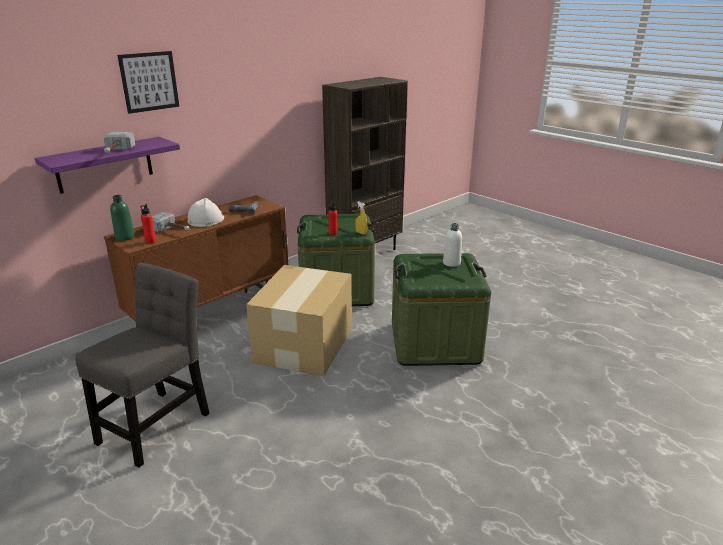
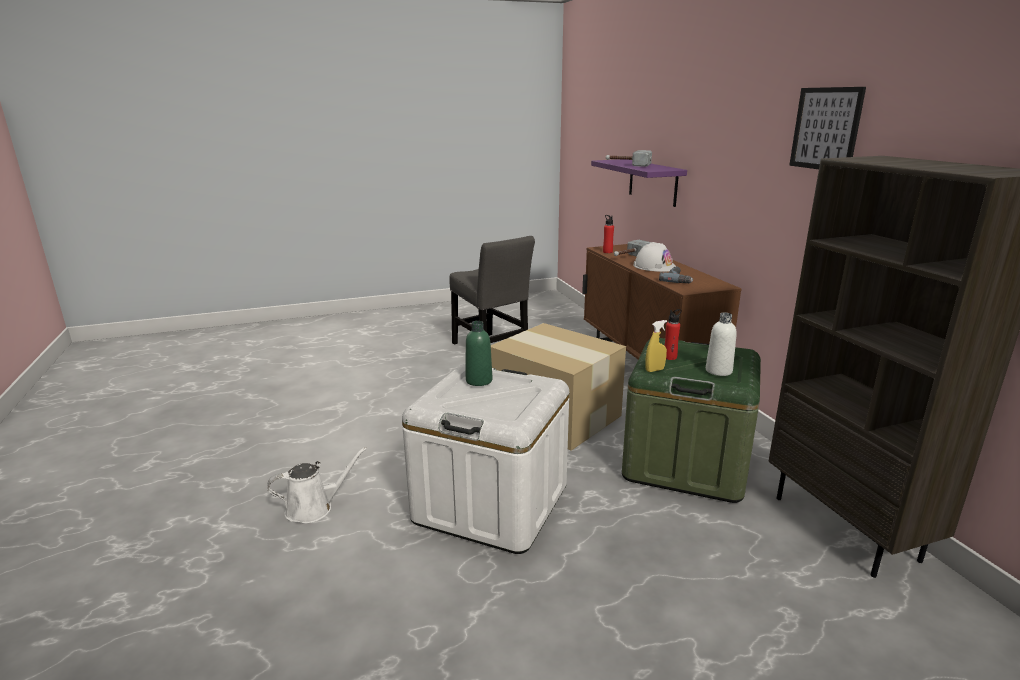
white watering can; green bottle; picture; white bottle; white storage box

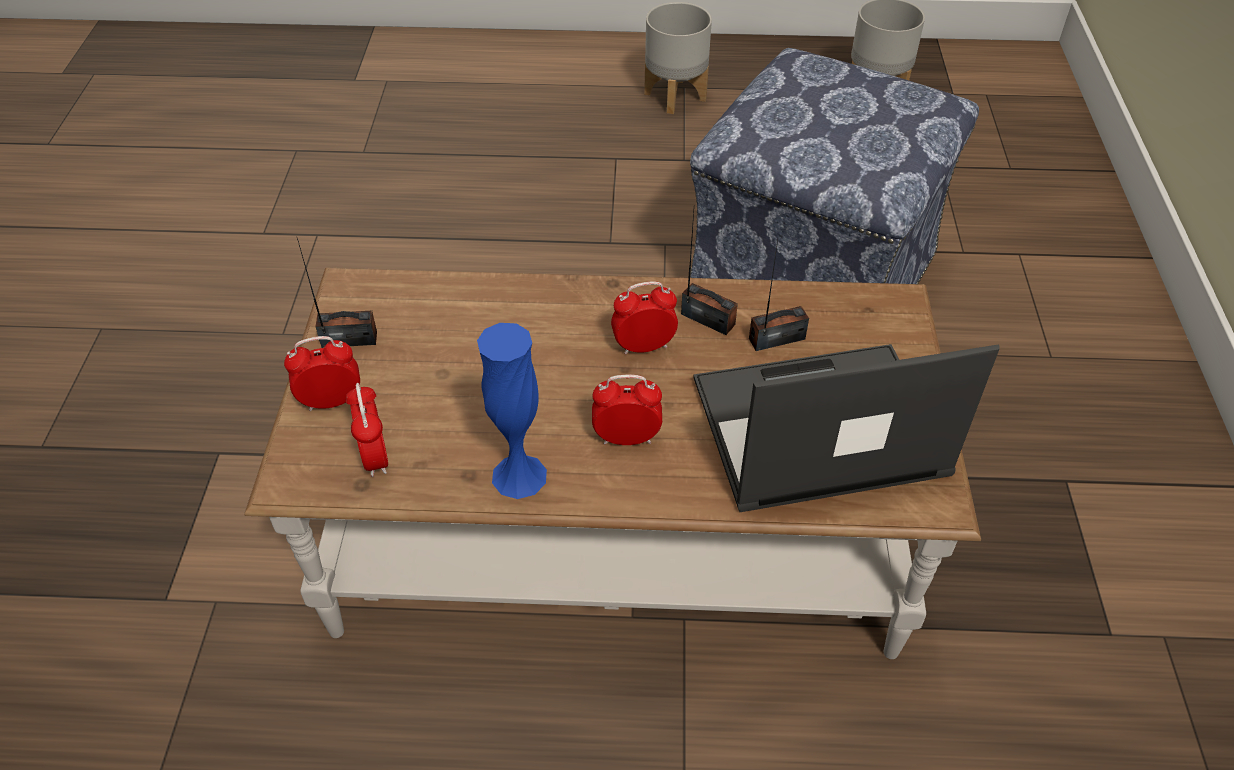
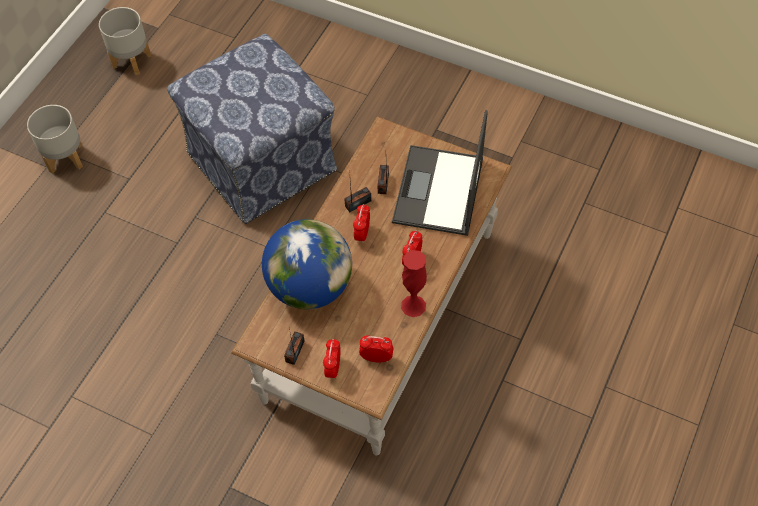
globe; red vase

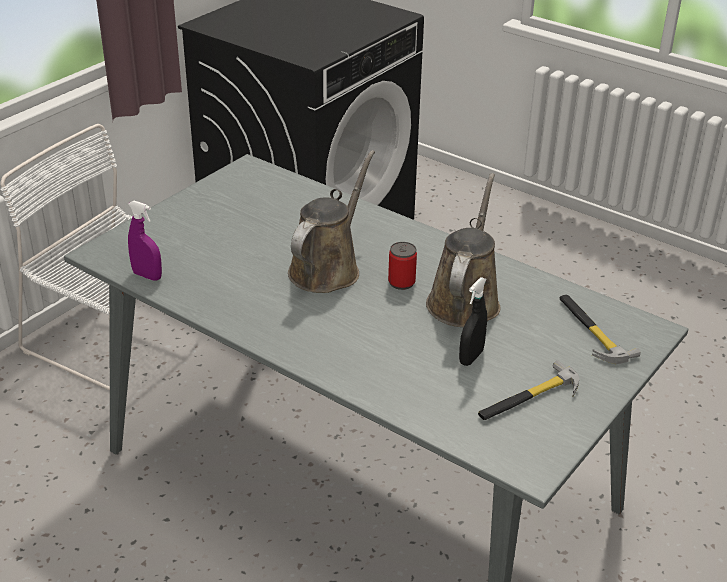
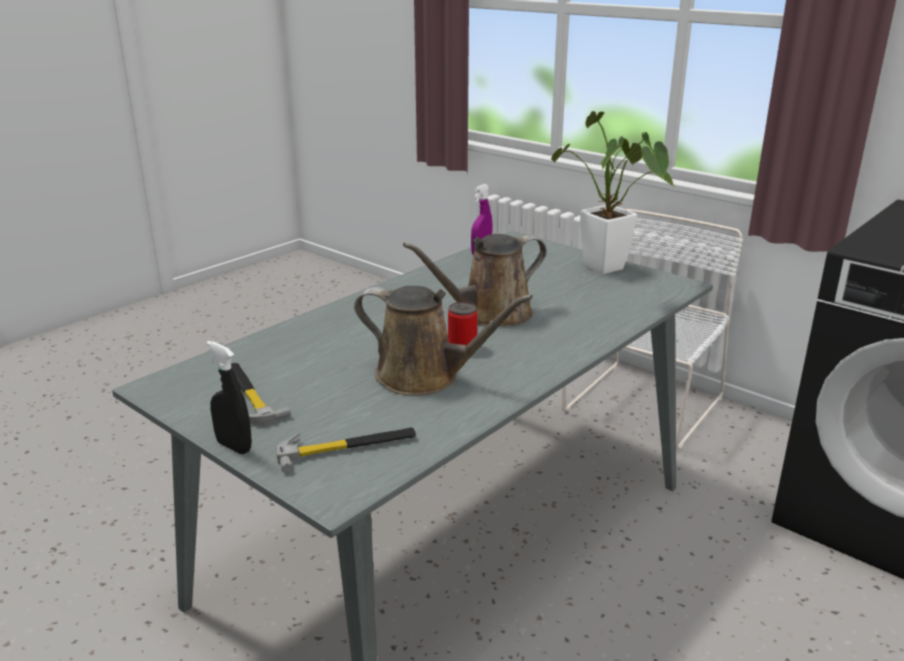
potted plant; black spray bottle; brown watering can (no. 2 from left)

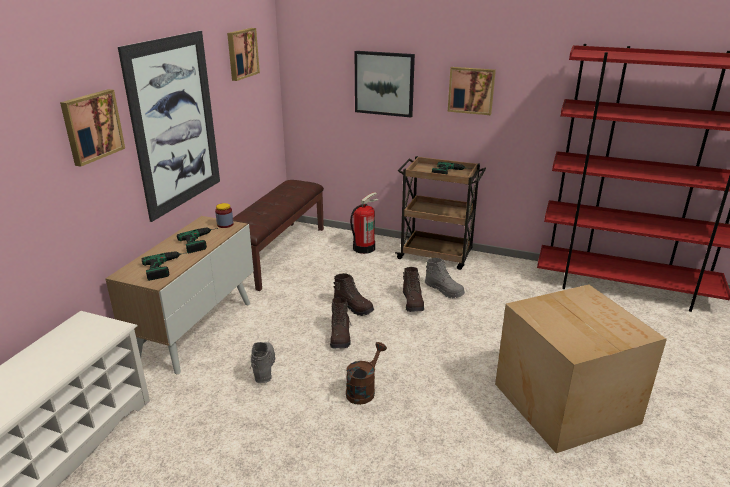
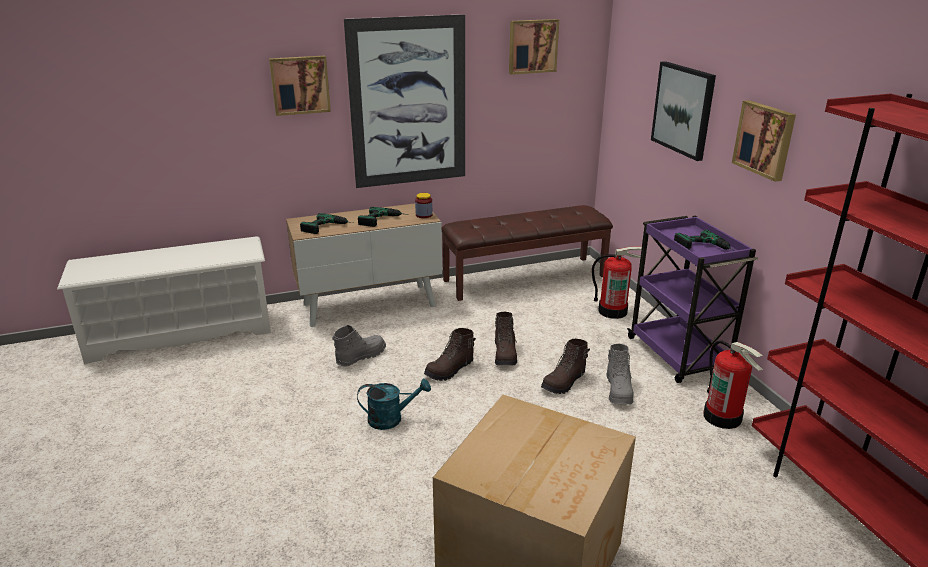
fire extinguisher (no. 2 from left); turquoise watering can; purple cart

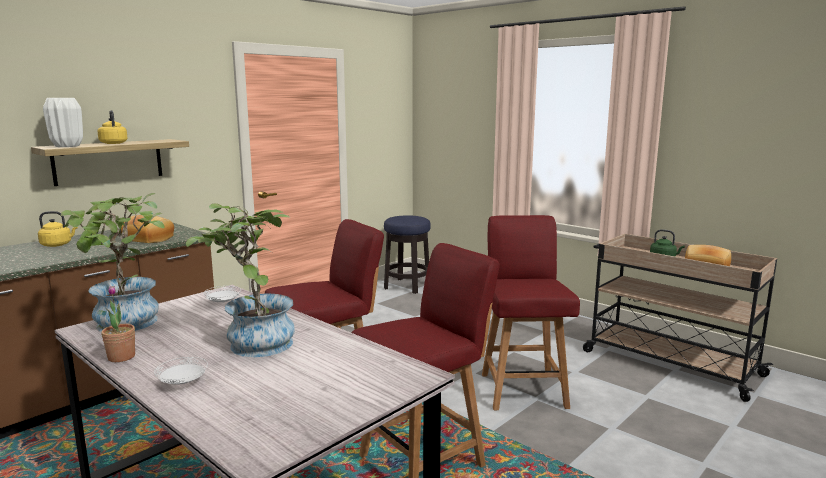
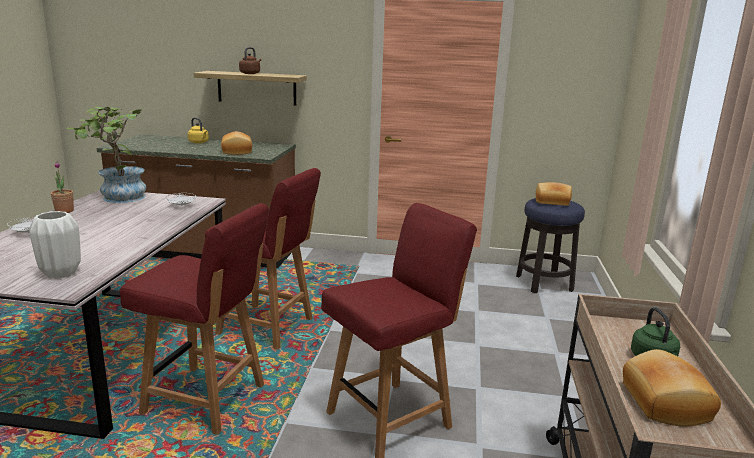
potted plant (no. 3 from left in the first image); bread (no. 2 from left); white vase; brown kettle

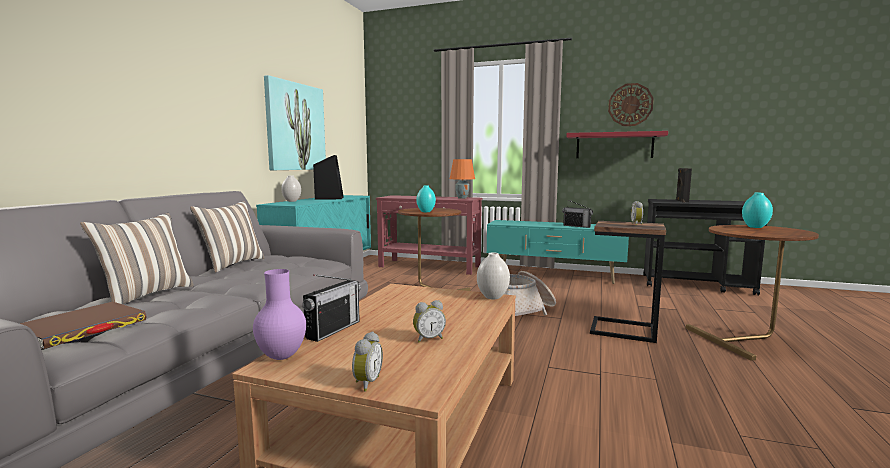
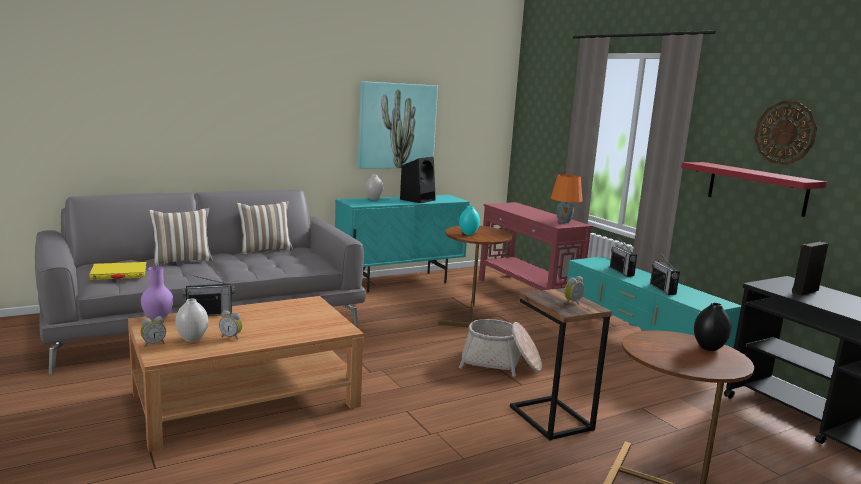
radio (no. 2 from left); white vase (no. 1 from left); yellow book; black vase

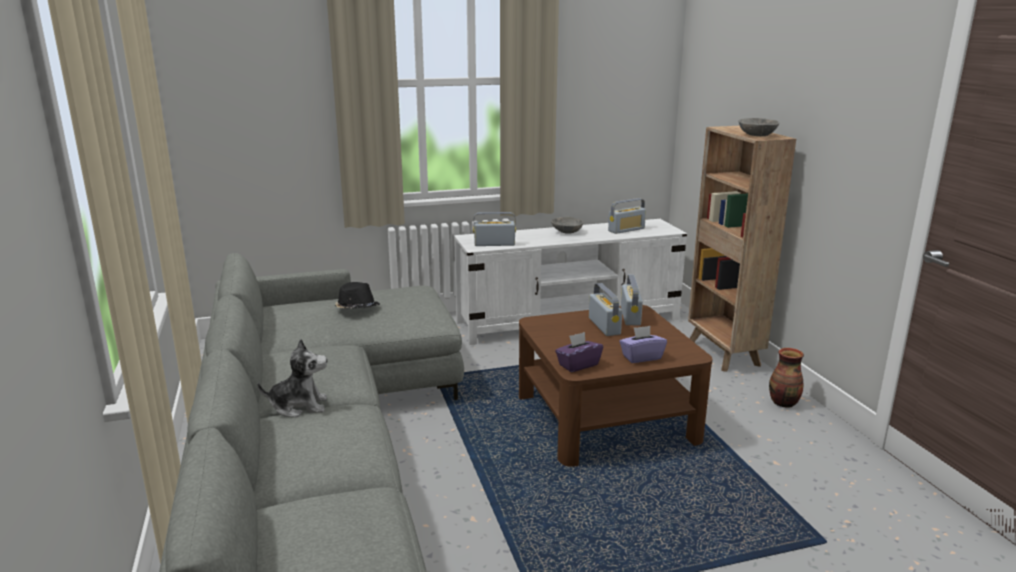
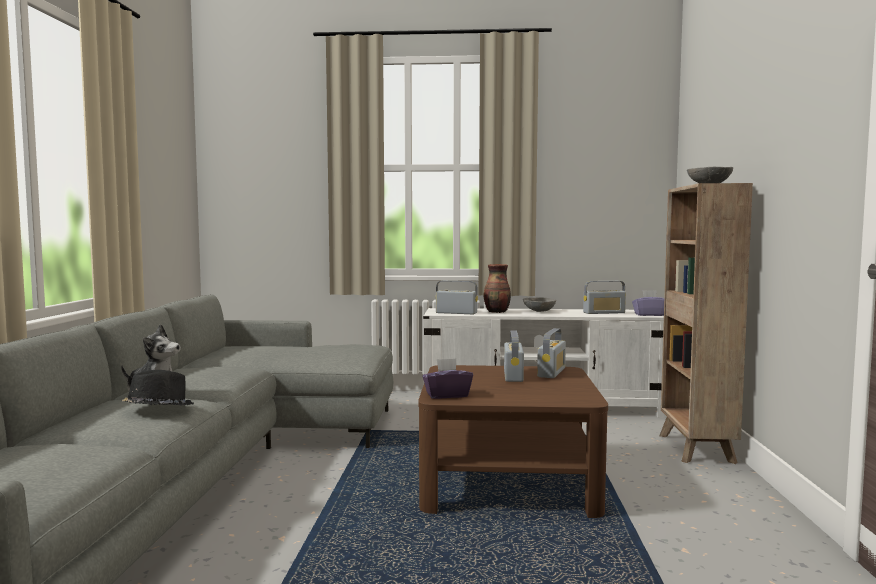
black hat; purple tissue box (no. 2 from left); vase

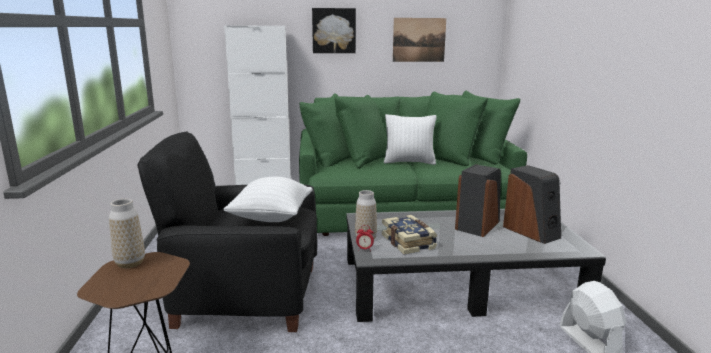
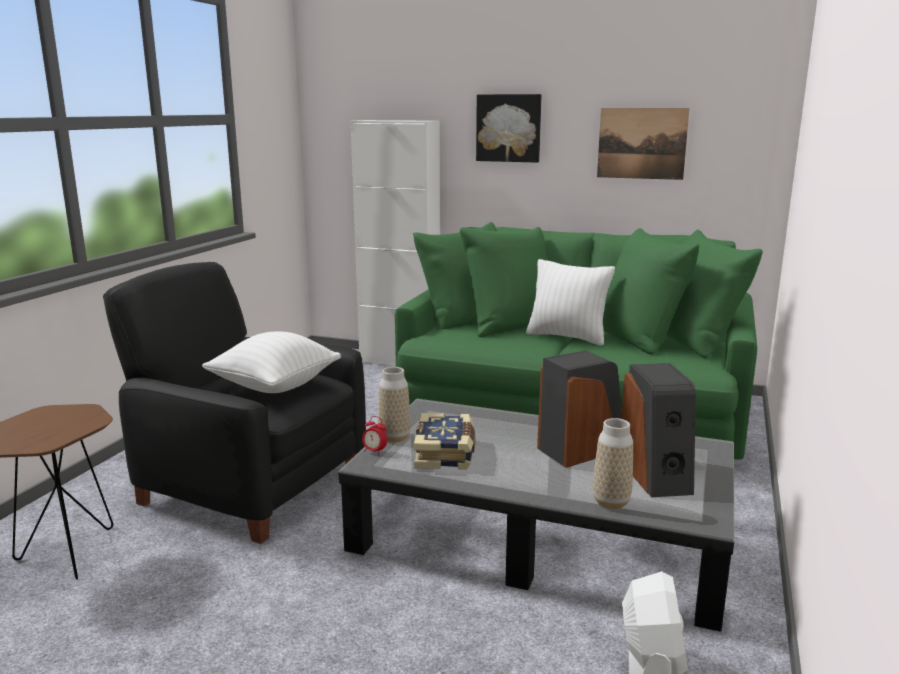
vase (no. 2 from left)

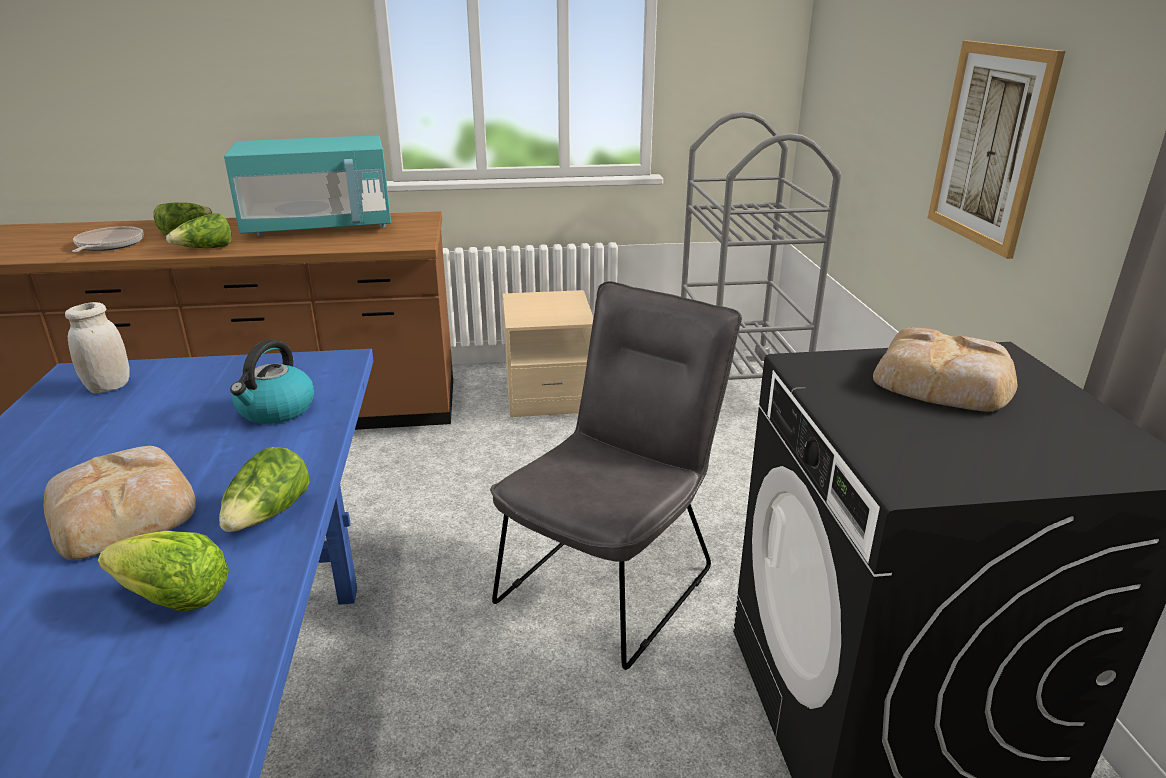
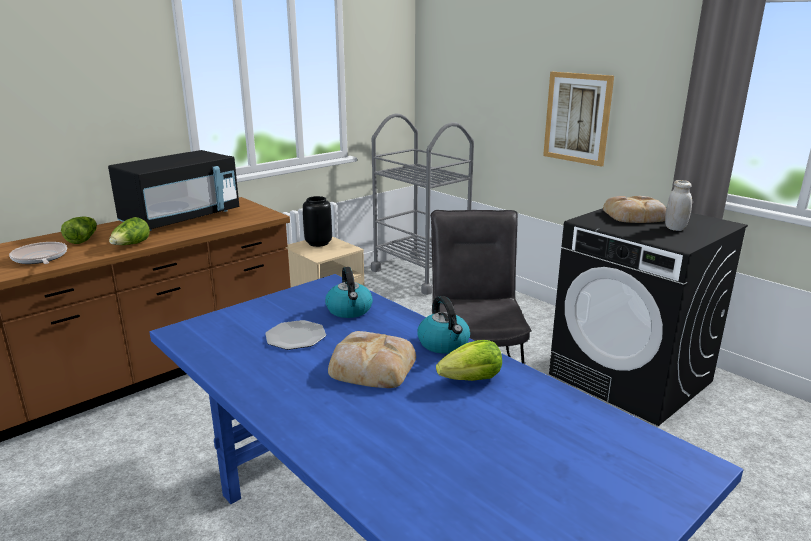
plate; black vase; white jar; kettle (no. 2 from left); black microwave

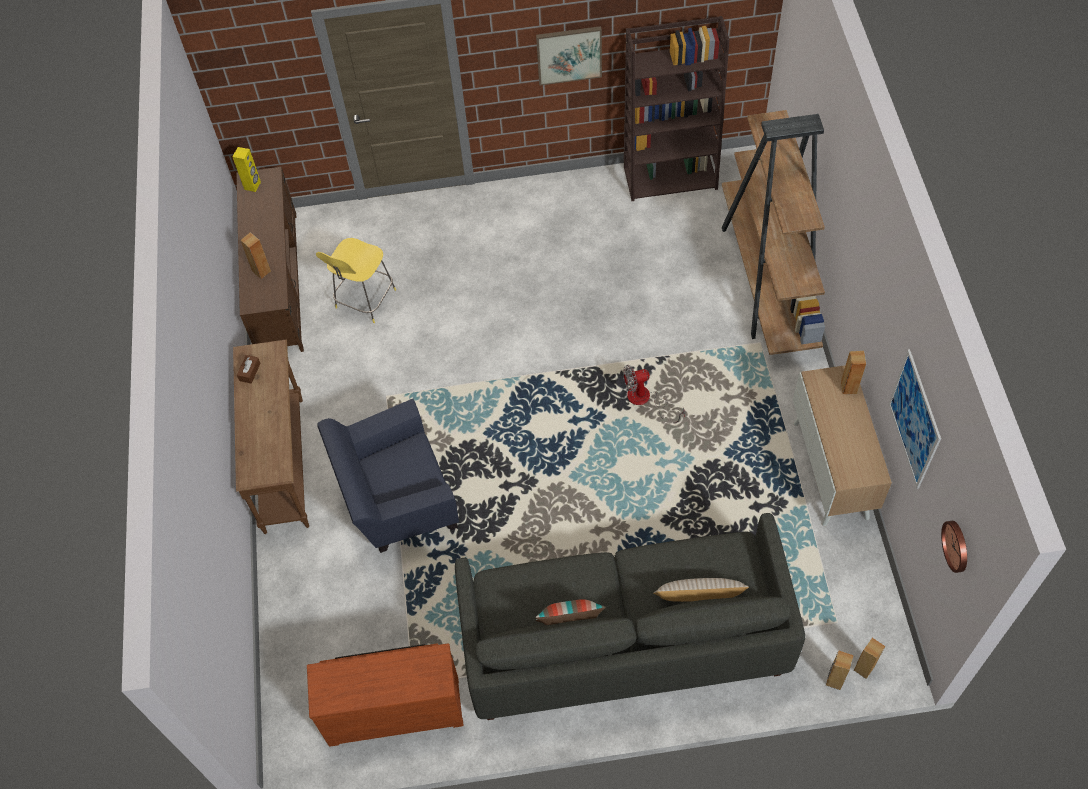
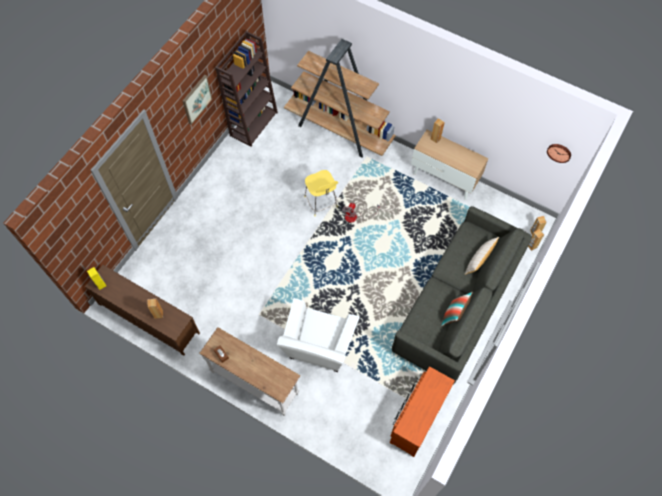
picture (no. 2 from left in the first image); yellow stool; white console table; white armchair

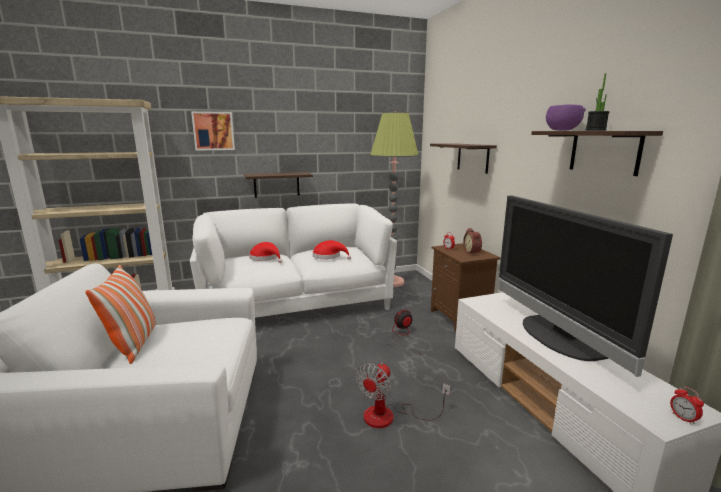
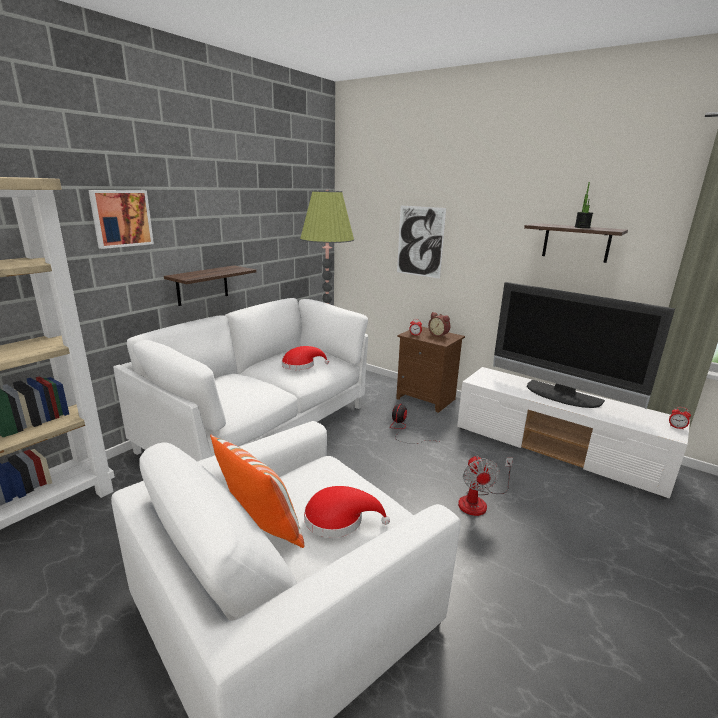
purple bowl; red hat (no. 2 from left); picture (no. 2 from left)

